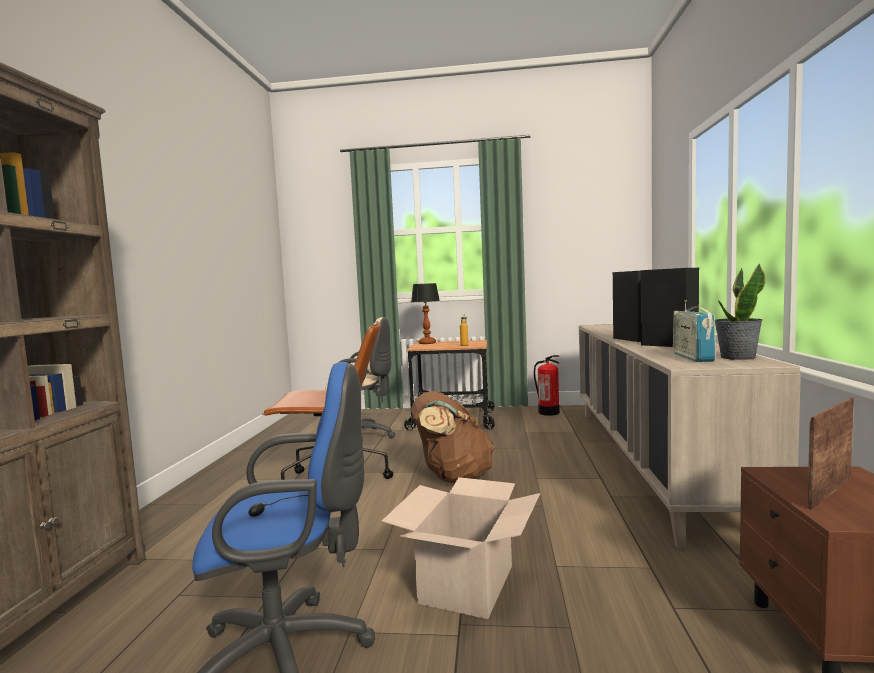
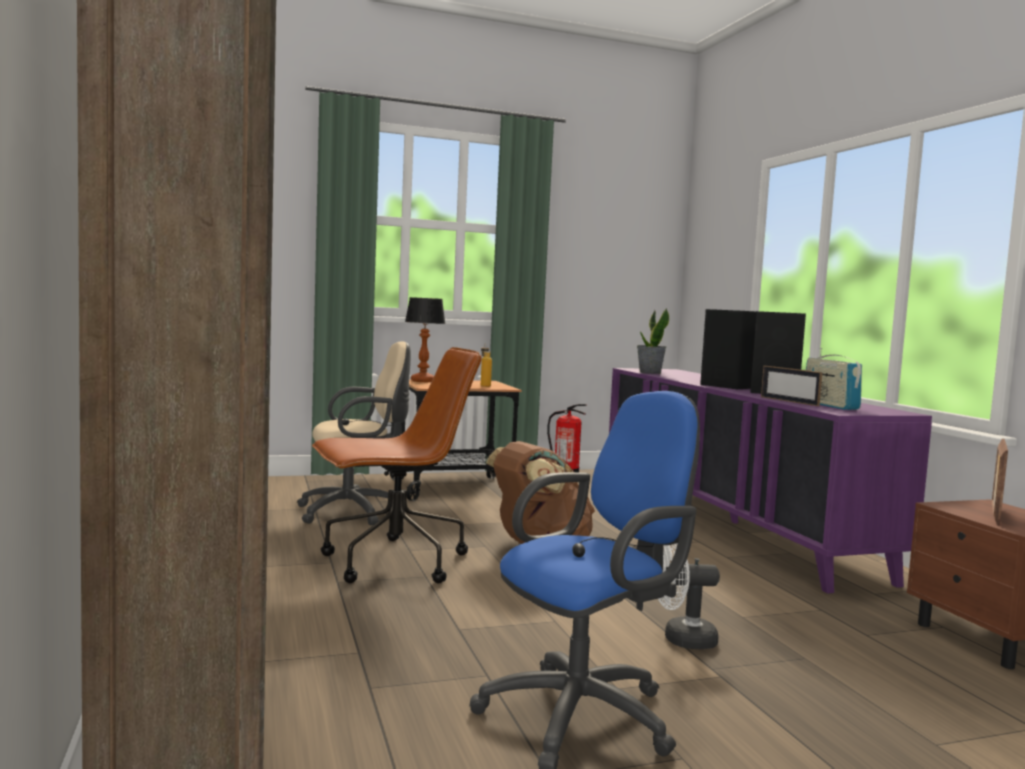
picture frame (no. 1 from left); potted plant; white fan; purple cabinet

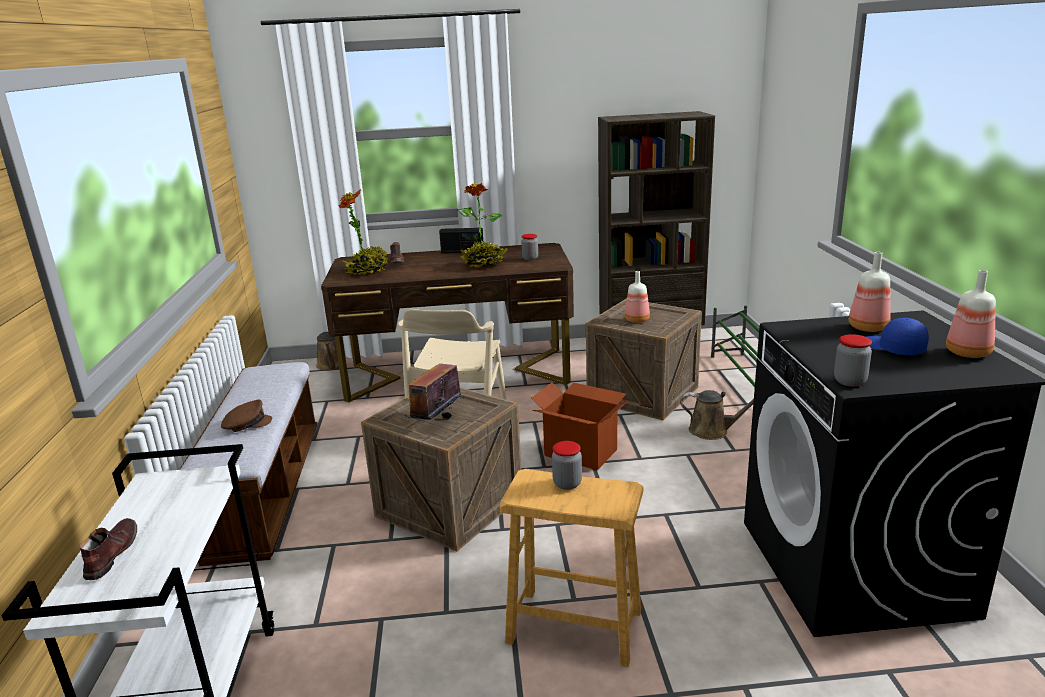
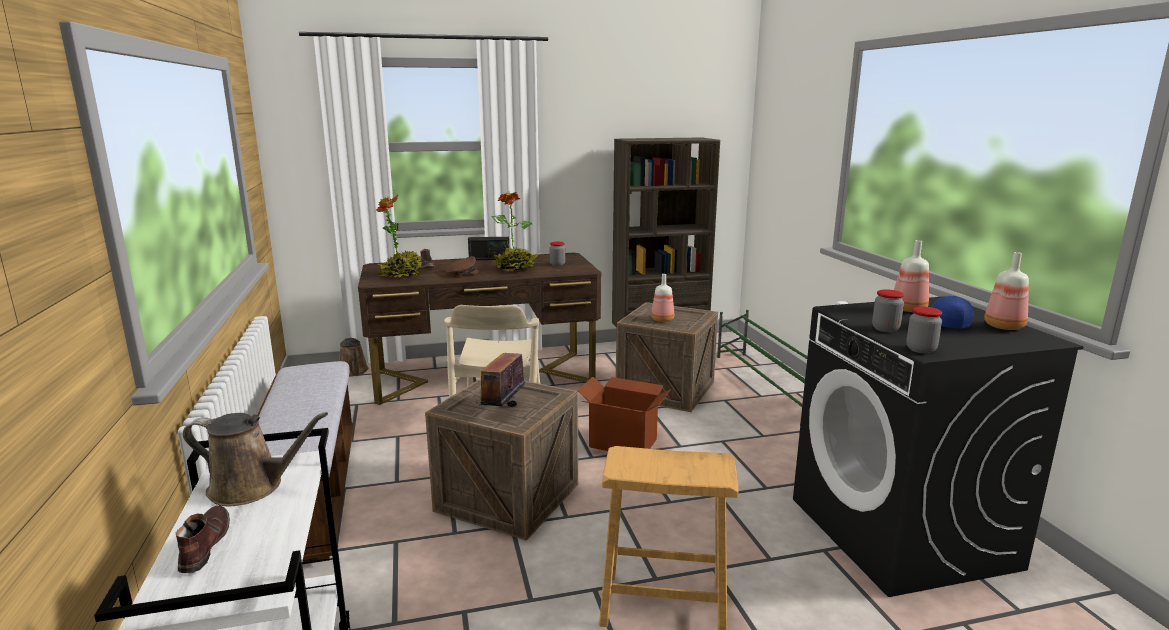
brown cap; jar (no. 2 from left); brown watering can (no. 1 from left)

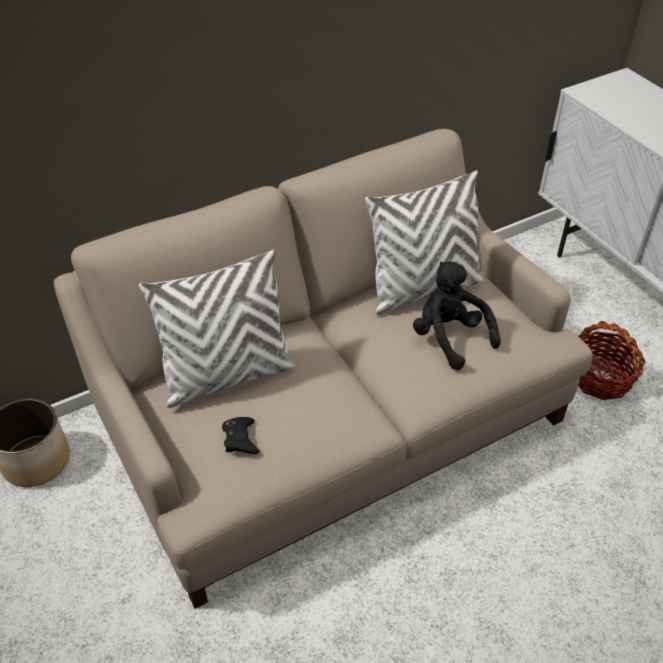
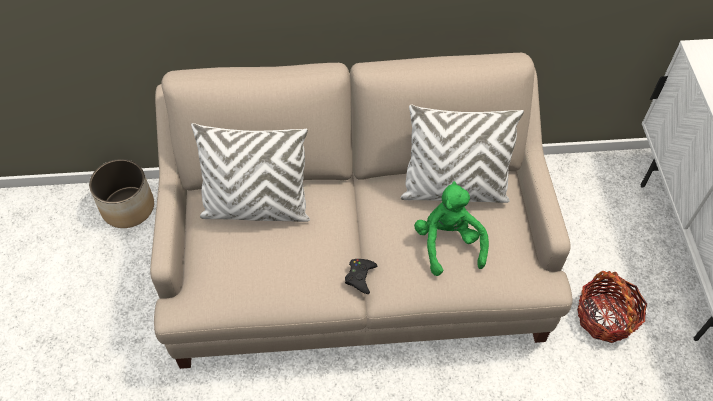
black game controller; green plush toy

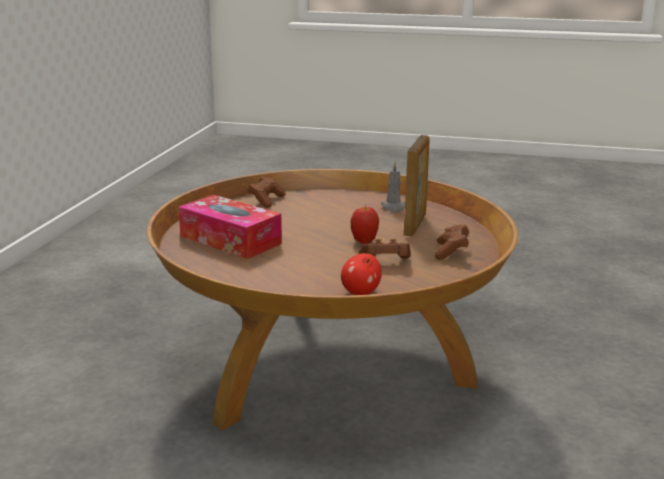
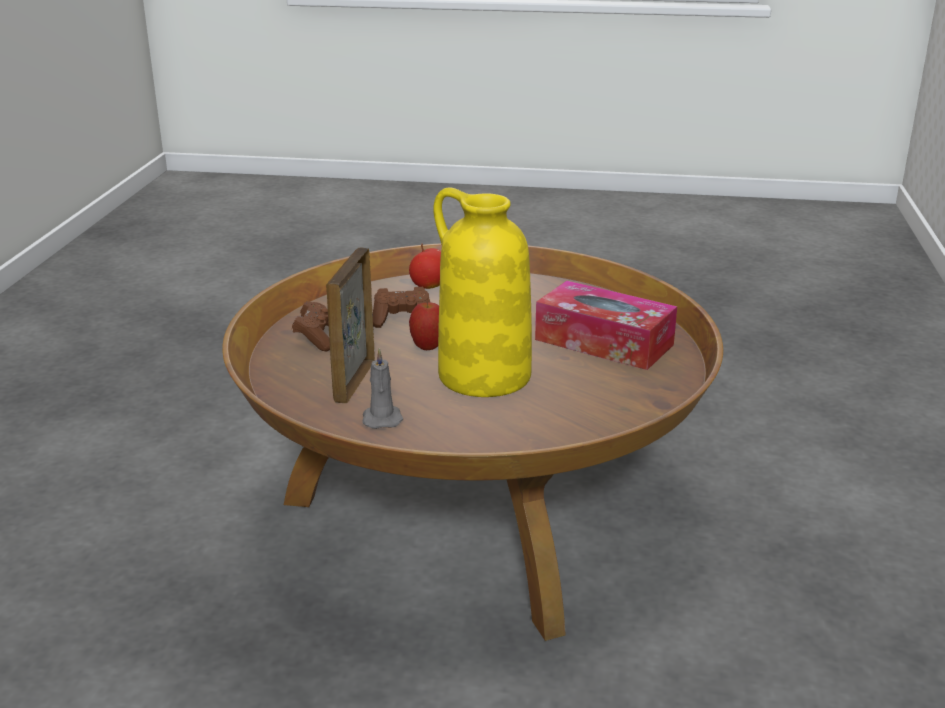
brown game controller (no. 1 from left in the first image); yellow vase

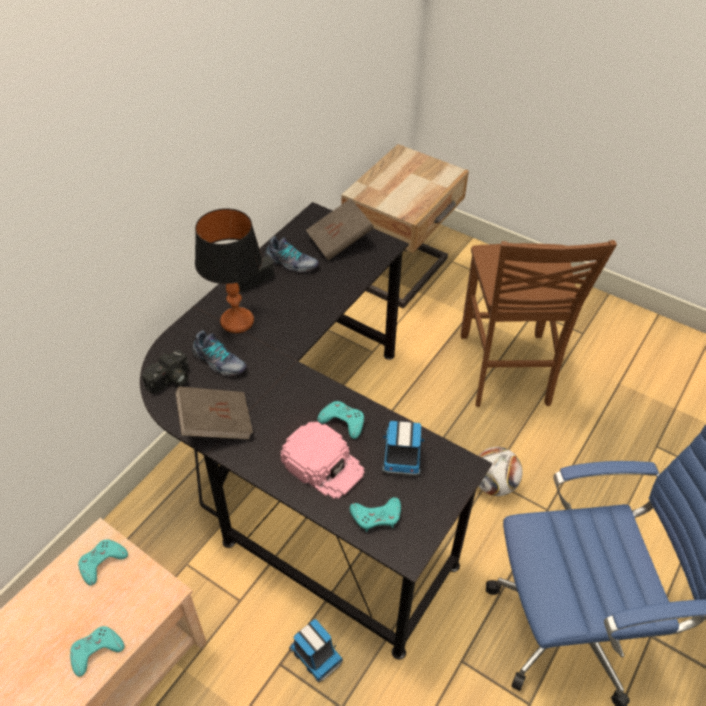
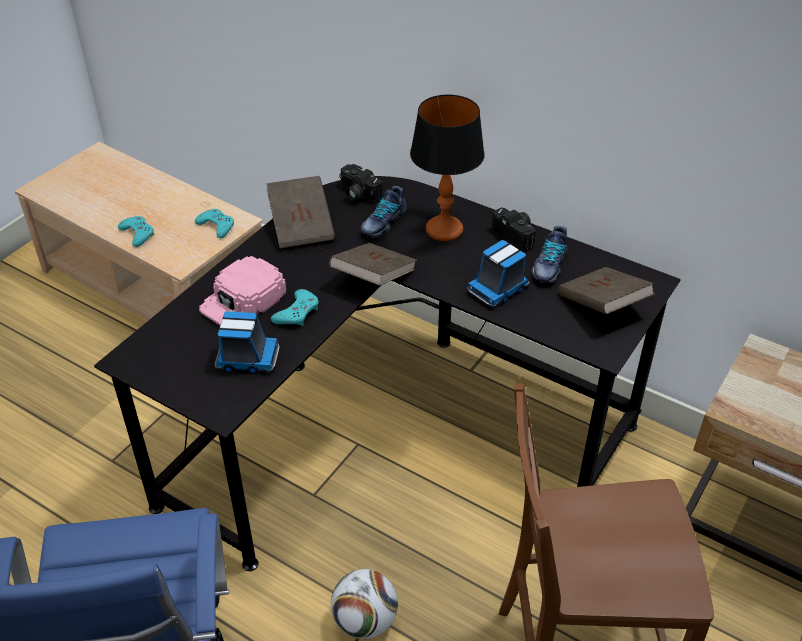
turquoise game controller (no. 4 from left in the first image); brown book (no. 2 from left); toy truck (no. 2 from left)

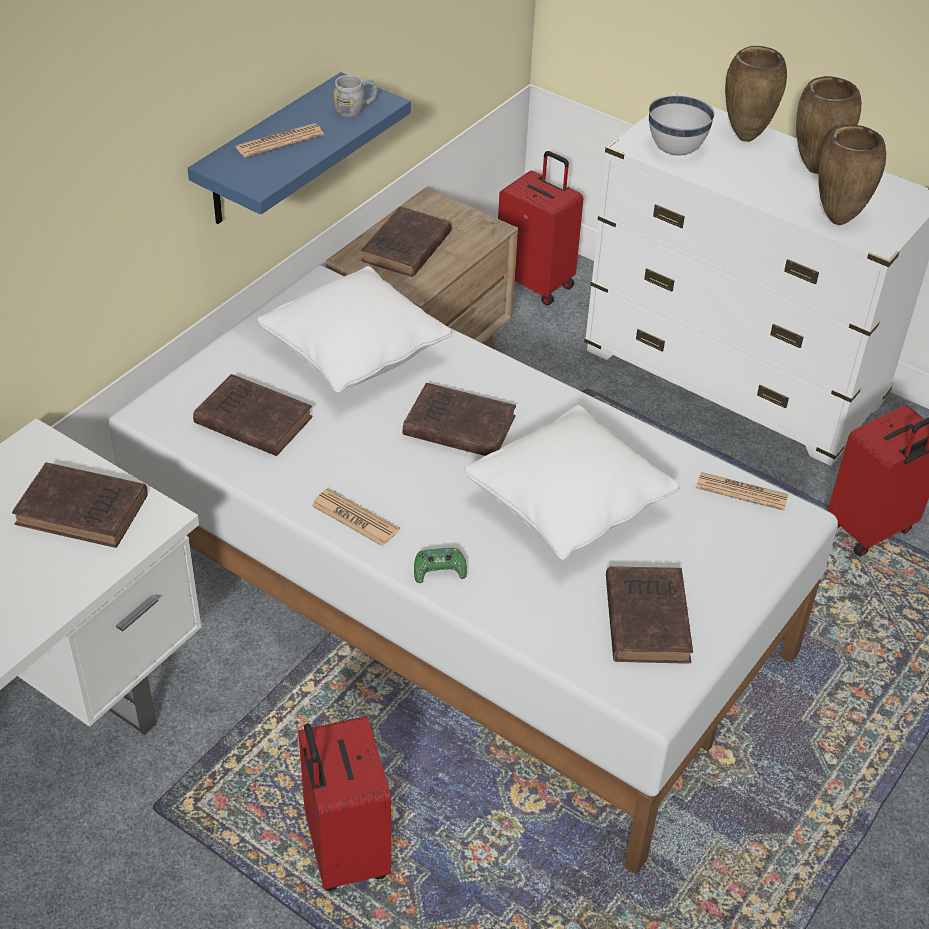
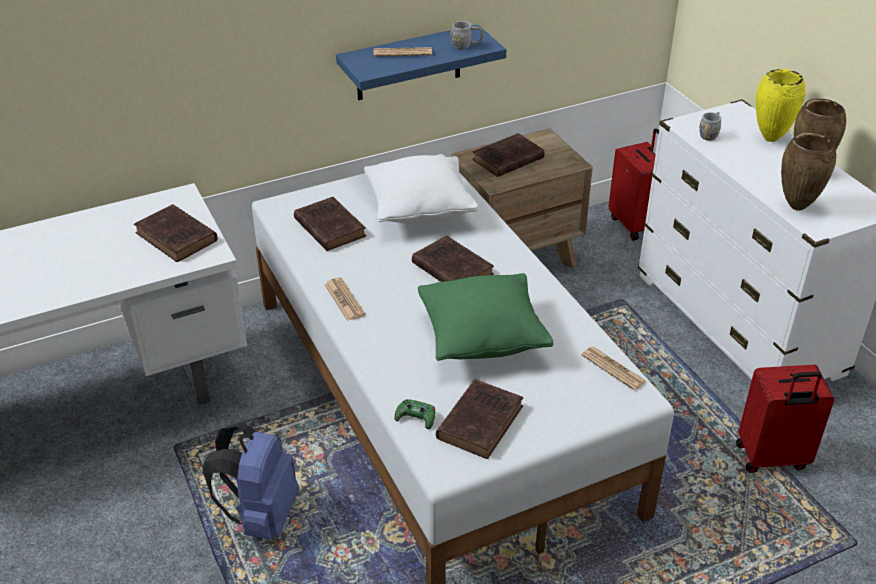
green game controller; blue backpack; grey mug (no. 2 from left); green pillow; yellow vase

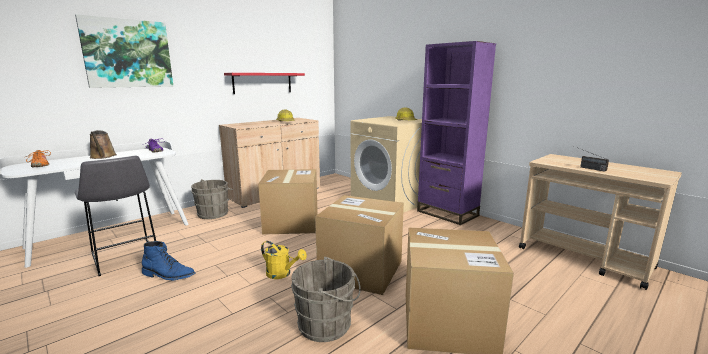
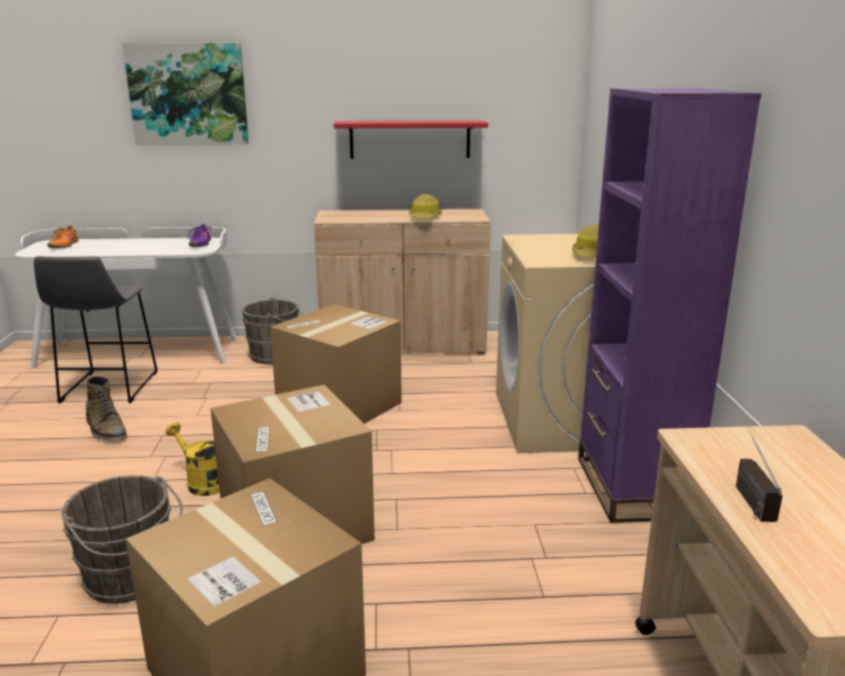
brown watering can; green boot; yellow watering can

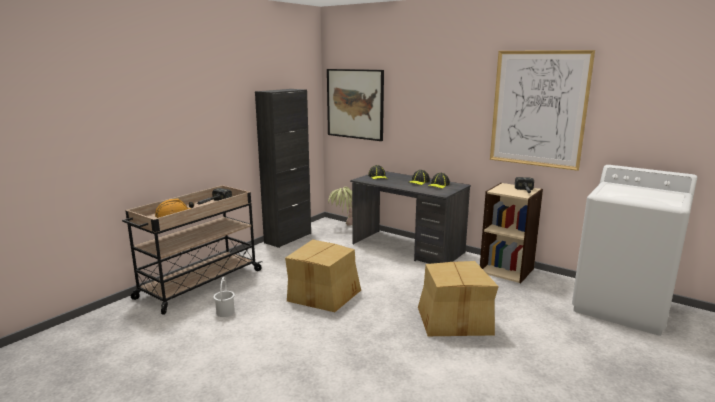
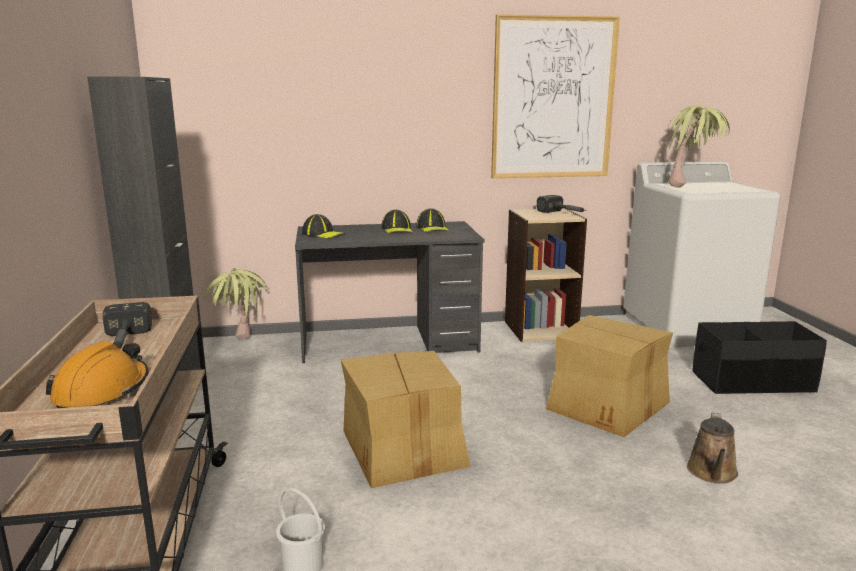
picture (no. 1 from left in the first image); potted plant (no. 2 from left); brown watering can; black storage box

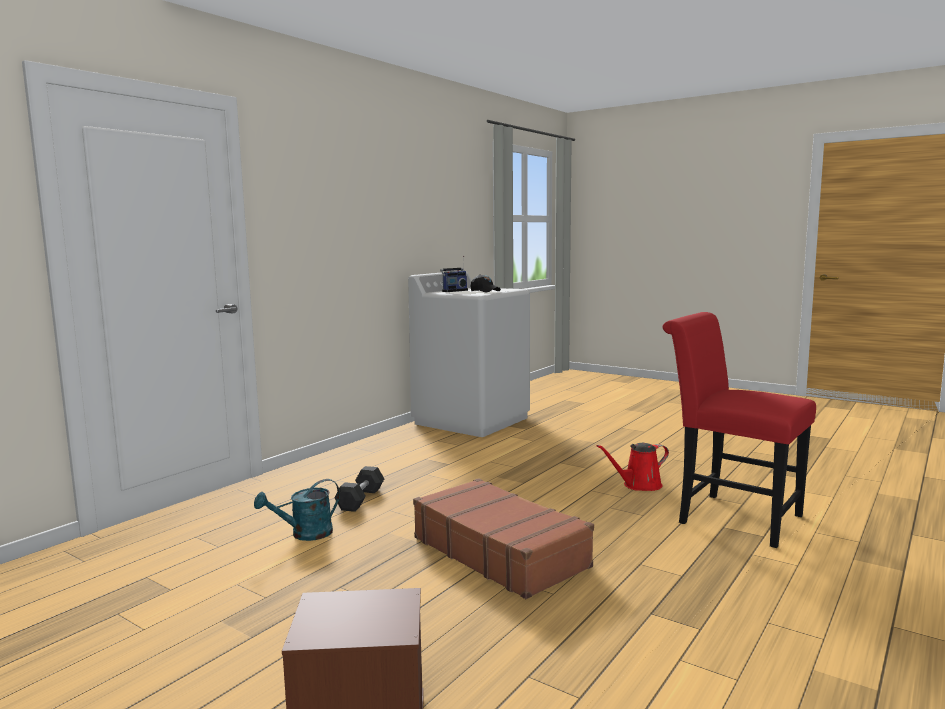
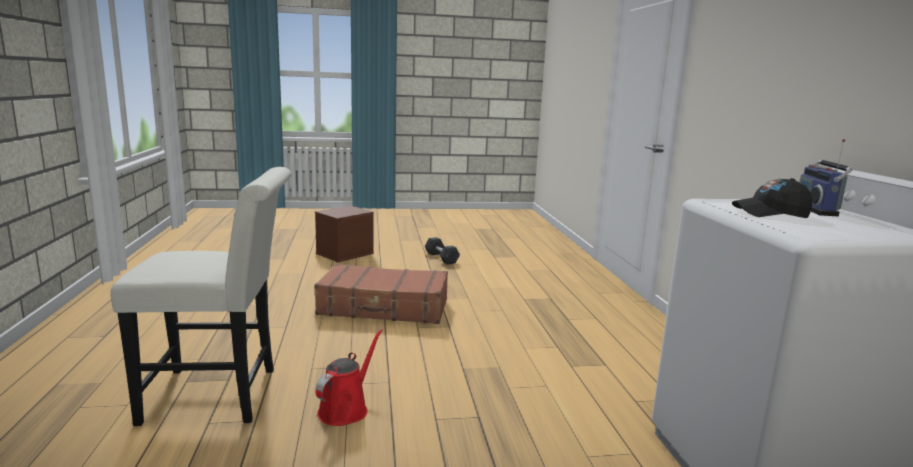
turquoise watering can; grey dumbbell; white chair

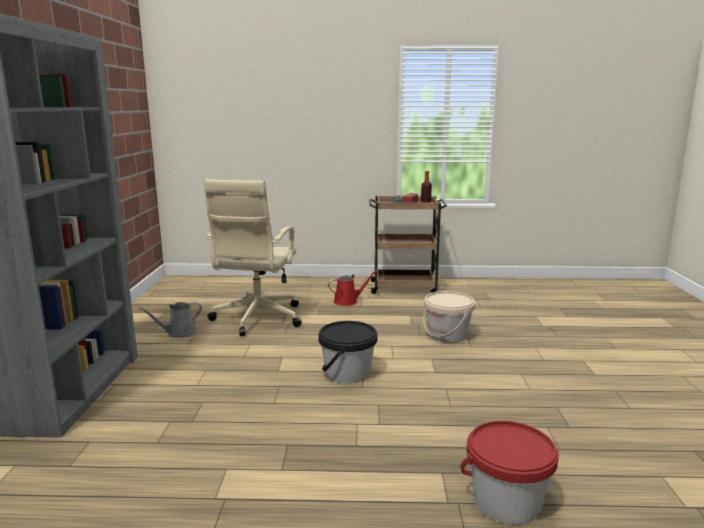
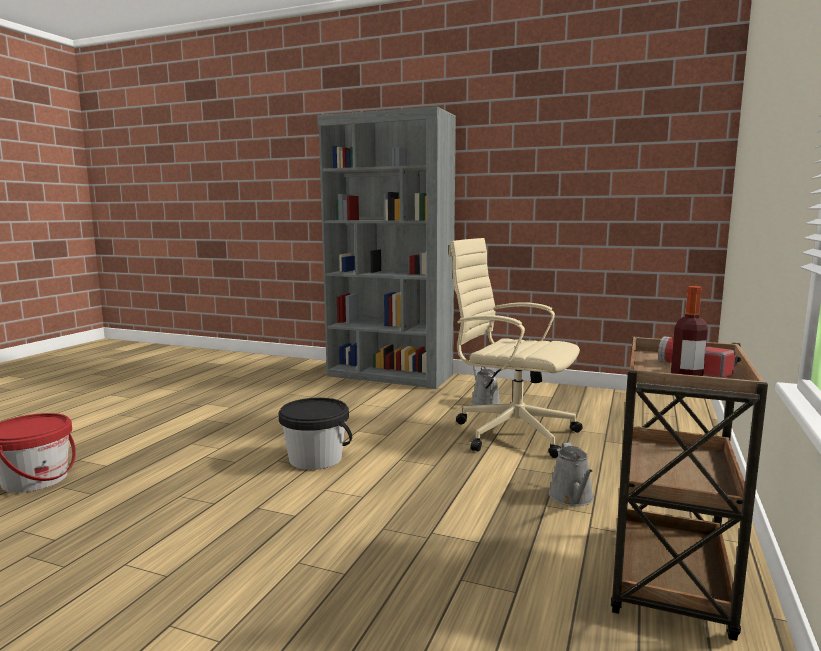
beige bucket; grey watering can (no. 2 from left)

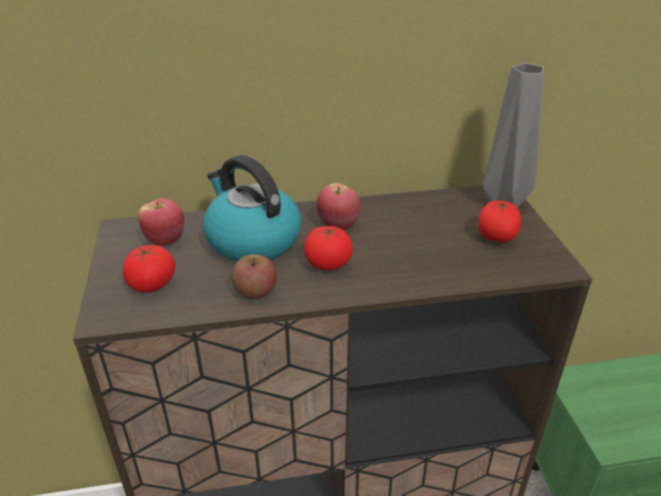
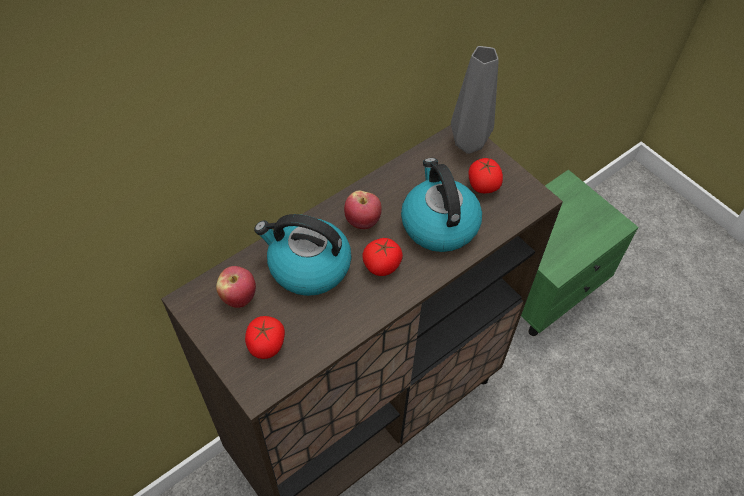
apple (no. 2 from left in the first image); kettle (no. 2 from left)

